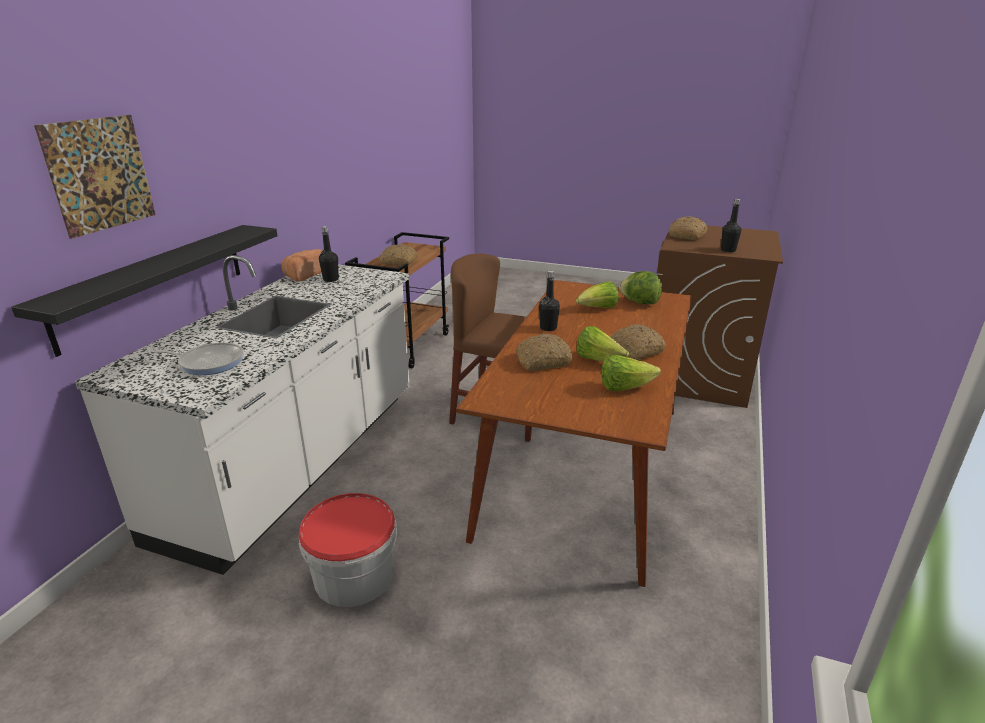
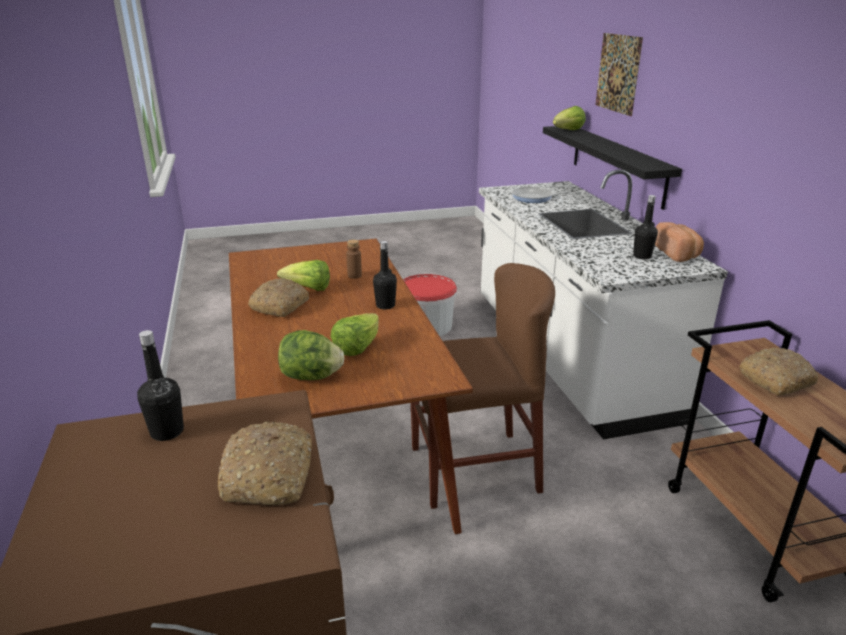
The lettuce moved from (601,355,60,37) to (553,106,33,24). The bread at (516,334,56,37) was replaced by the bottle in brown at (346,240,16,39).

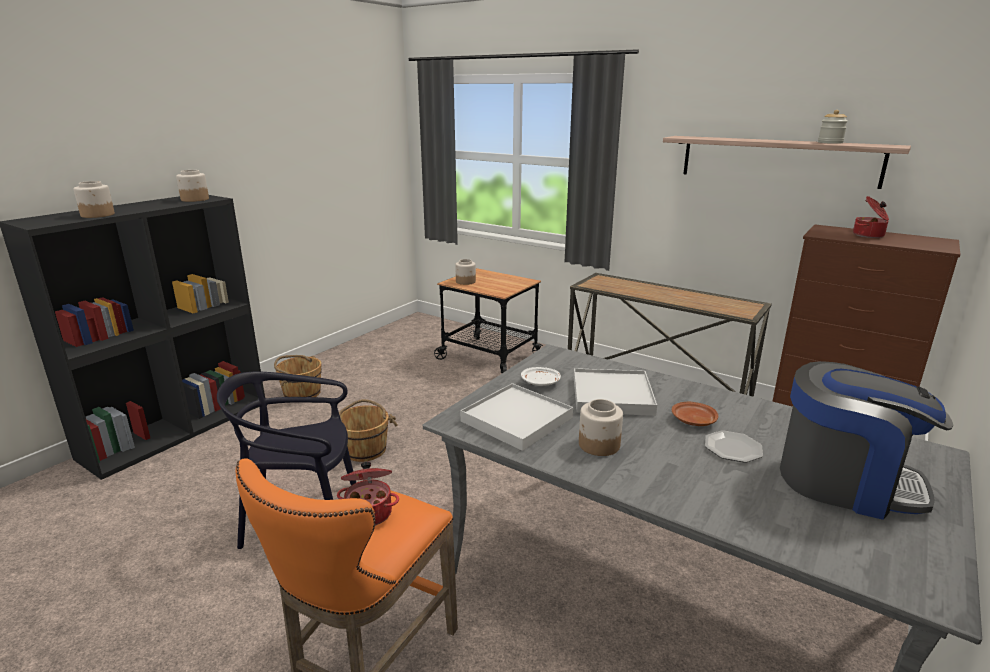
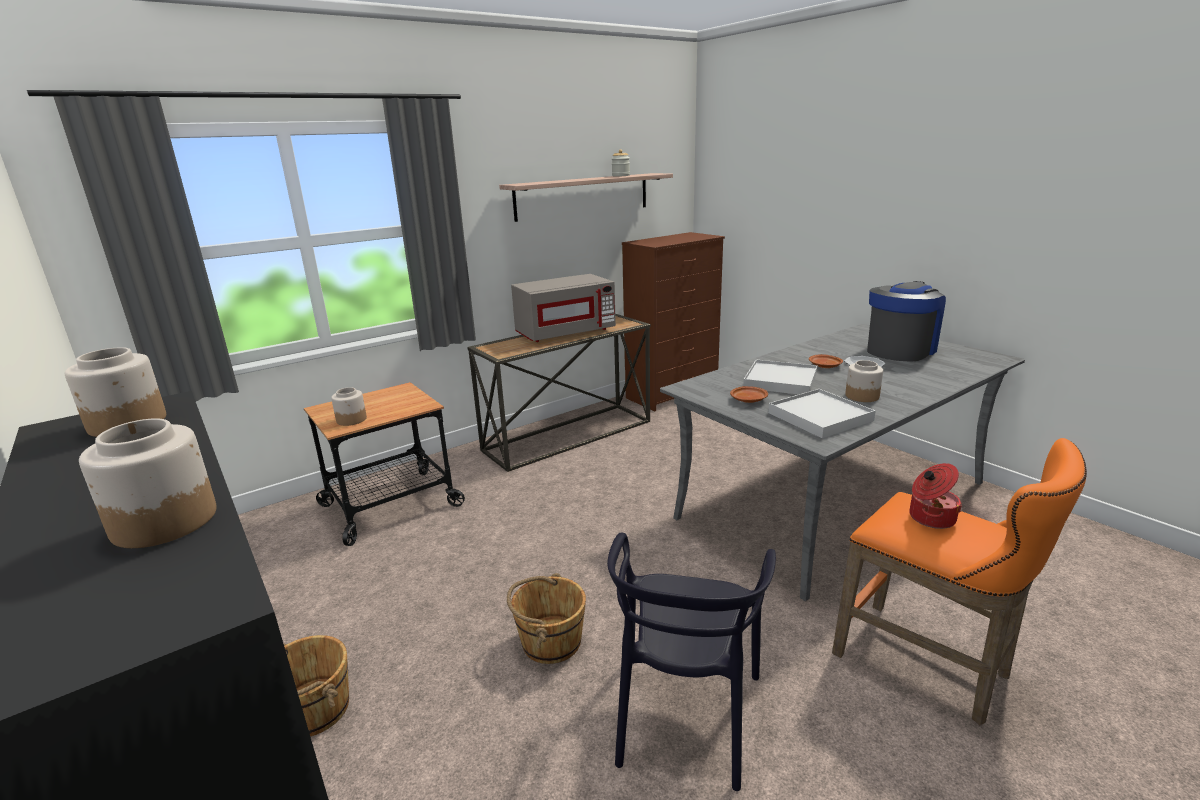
The cooking pot at (853,196,36,42) disappeared. The microwave in grey at (511,274,105,68) appeared. The plate in white at (521,367,40,19) became the plate in brown at (730,386,38,17).

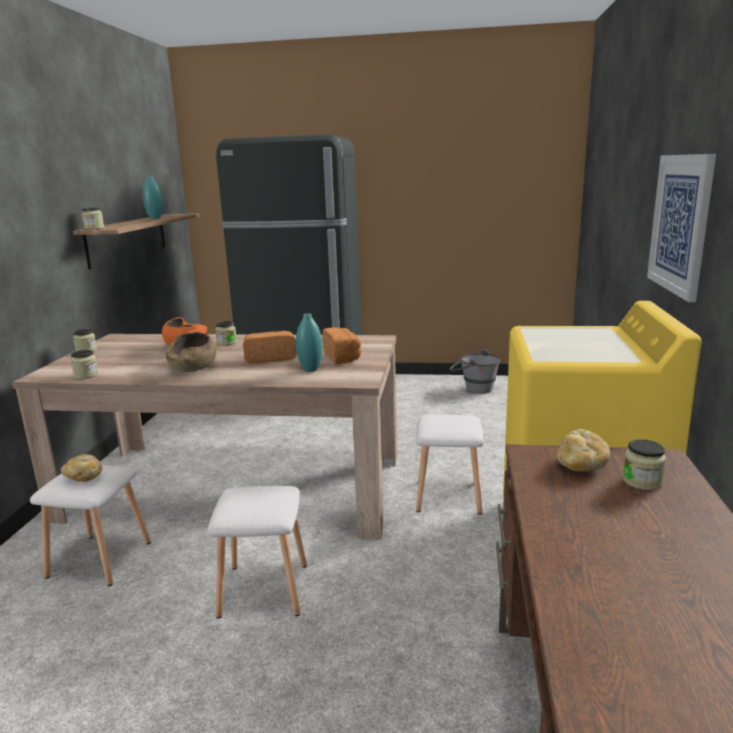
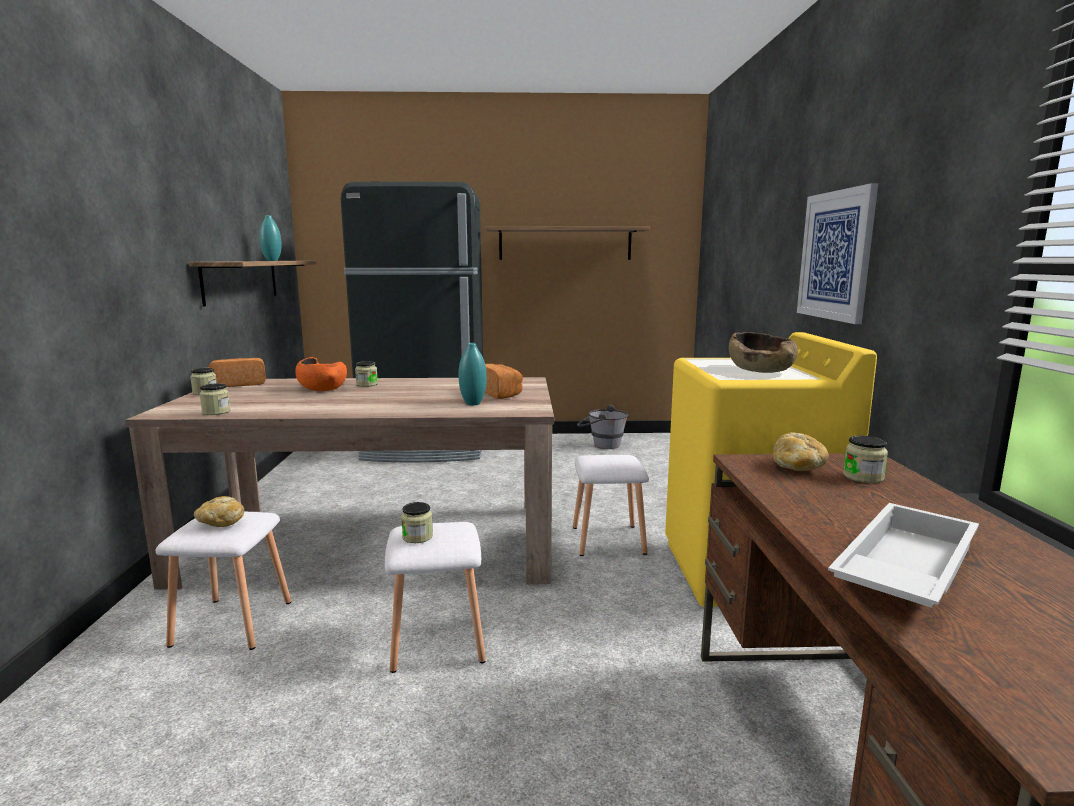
The shelf at (486,227,164,33) appeared. The tray in white at (828,503,151,104) appeared. The jar moved from (82,207,22,23) to (401,502,32,41). The bowl in brown moved from (166,332,51,40) to (729,332,69,41). The bread moved from (243,331,54,33) to (208,358,58,29).

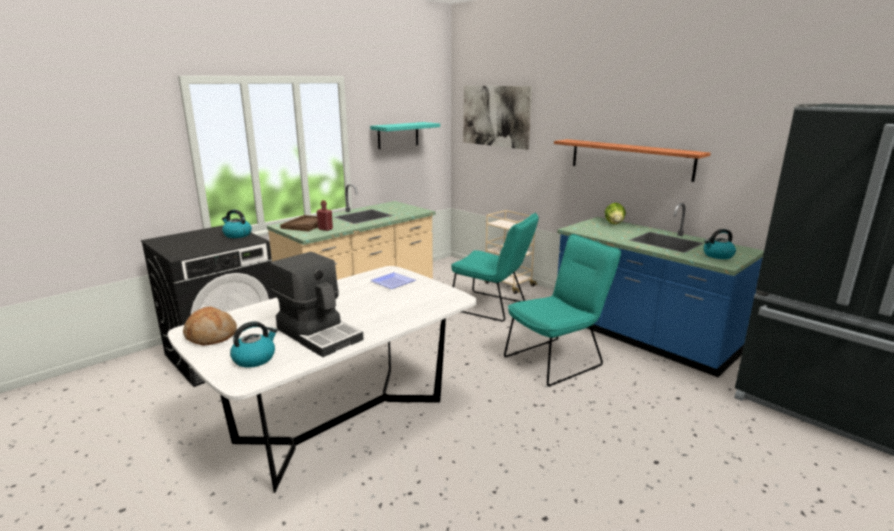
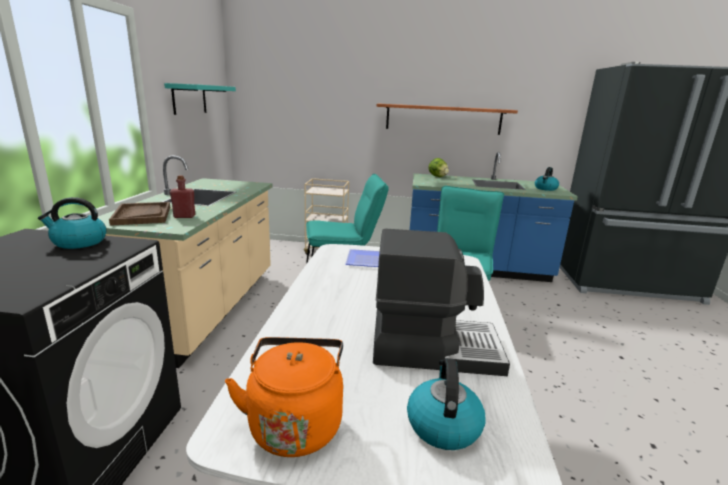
The picture at (463,86,69,64) disappeared. The bread at (183,307,54,38) was replaced by the kettle in orange at (225,337,118,120).

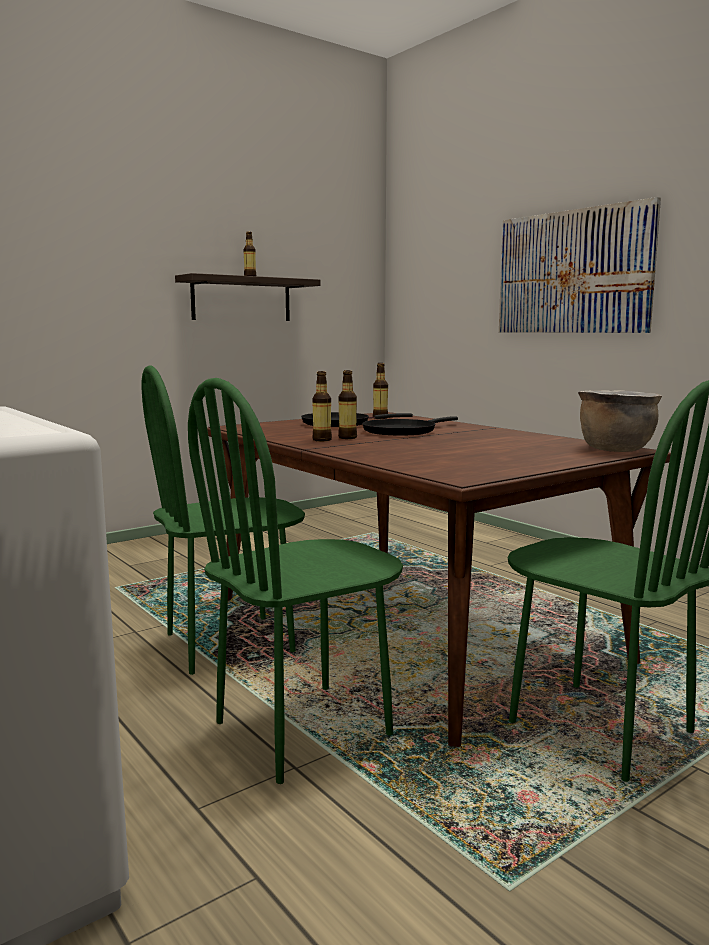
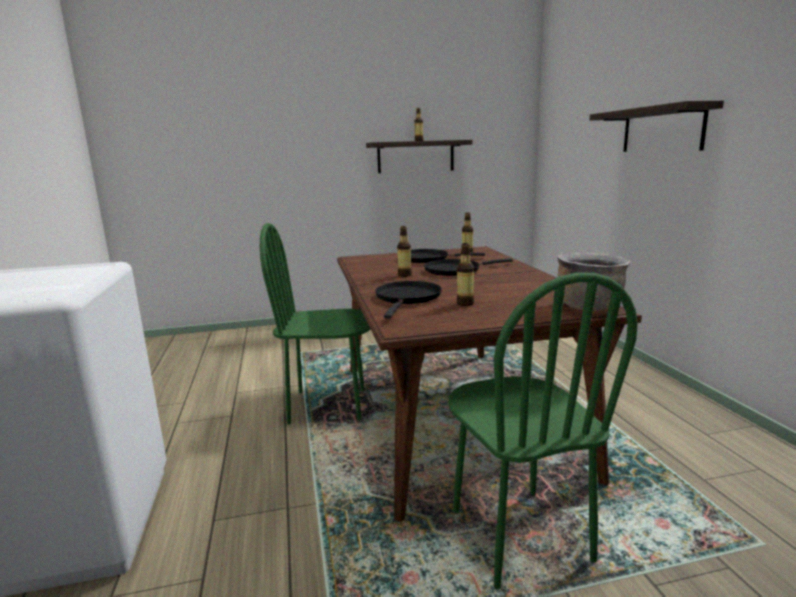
The chair in green at (188,378,215,406) disappeared. The frying pan in black at (375,281,67,37) appeared. The bottle moved from (312,371,20,70) to (457,243,17,63). The picture at (499,197,162,136) was replaced by the shelf at (589,100,135,52).

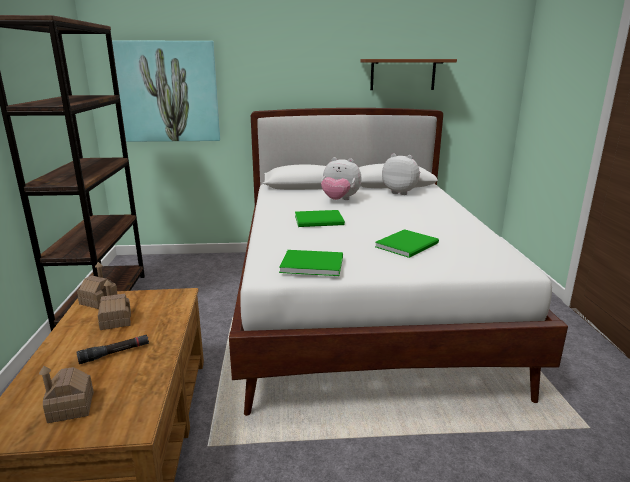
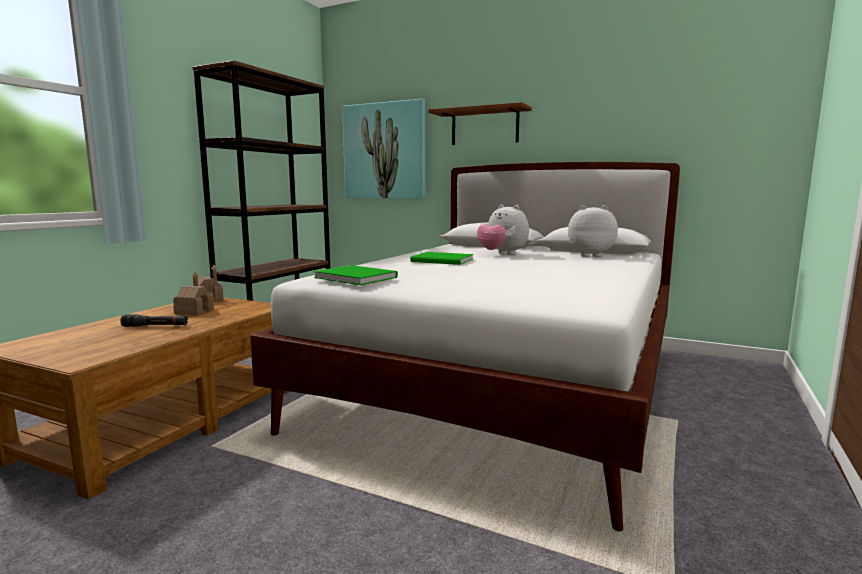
The toy house at (39,366,55,57) disappeared. The book in green at (375,229,64,29) disappeared. The shelf in brown moved from (360,59,97,31) to (428,102,104,43). The plush toy at (382,153,38,42) turned 45 degrees counterclockwise.

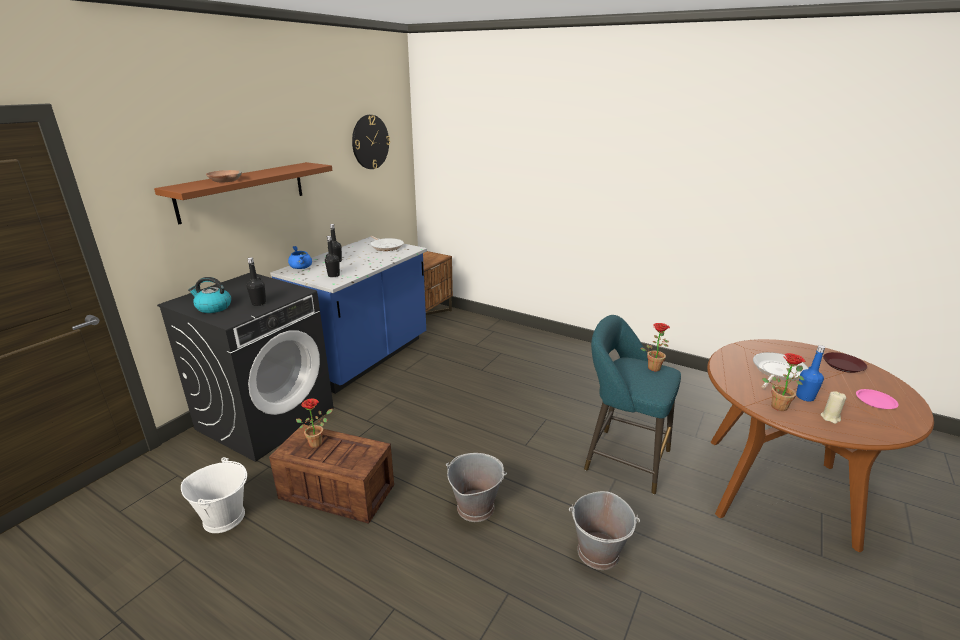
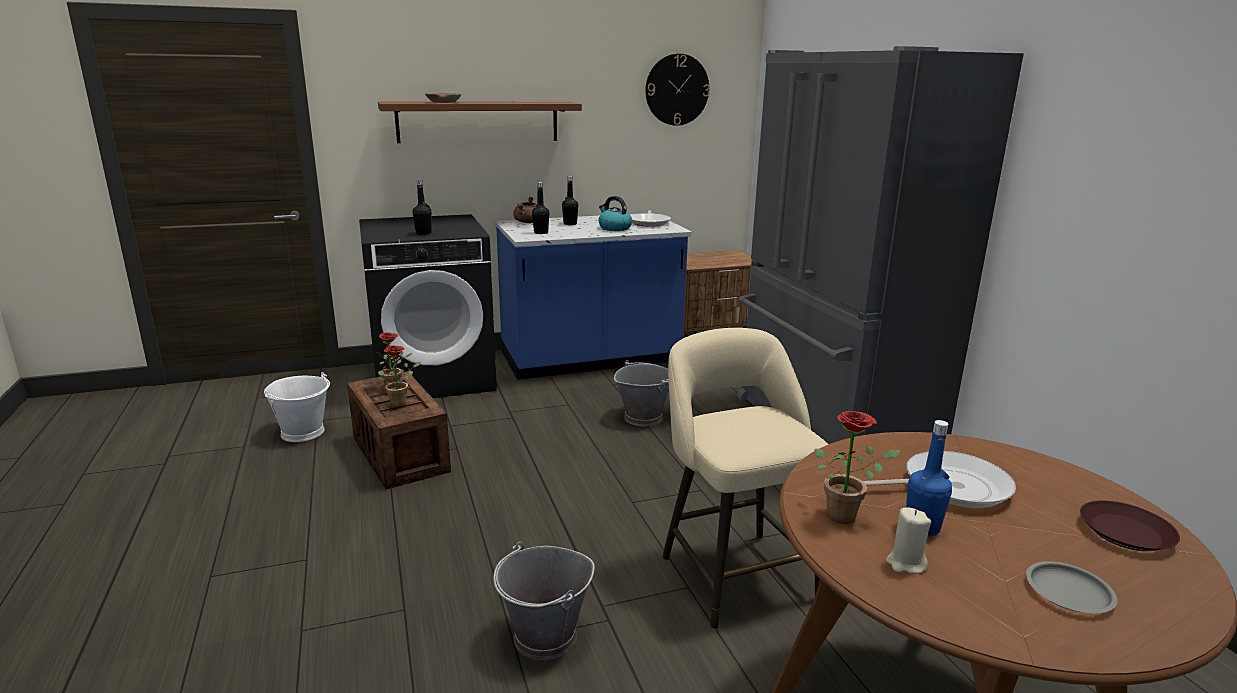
The fridge in grey at (737,46,287,398) appeared. The kettle moved from (188,277,43,36) to (598,196,34,35). The bucket in grey moved from (446,453,61,69) to (614,360,55,66). The potted plant moved from (641,323,29,48) to (378,345,43,62). The cooking pot in blue at (288,246,24,23) became the cooking pot in brown at (513,197,23,26). The stool in turquoise at (584,315,97,180) became the stool in beige at (662,328,167,302). The plate in pink at (856,389,43,20) became the plate in grey at (1026,561,92,52).

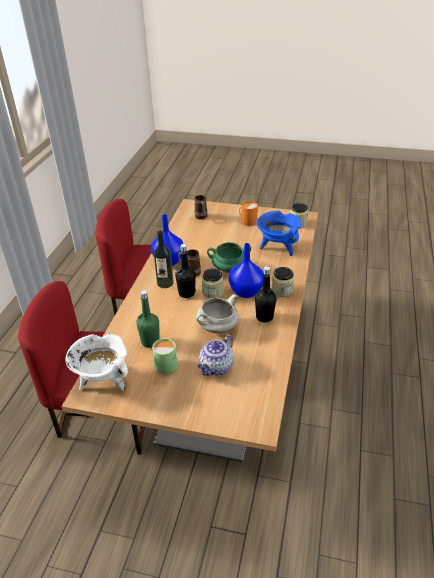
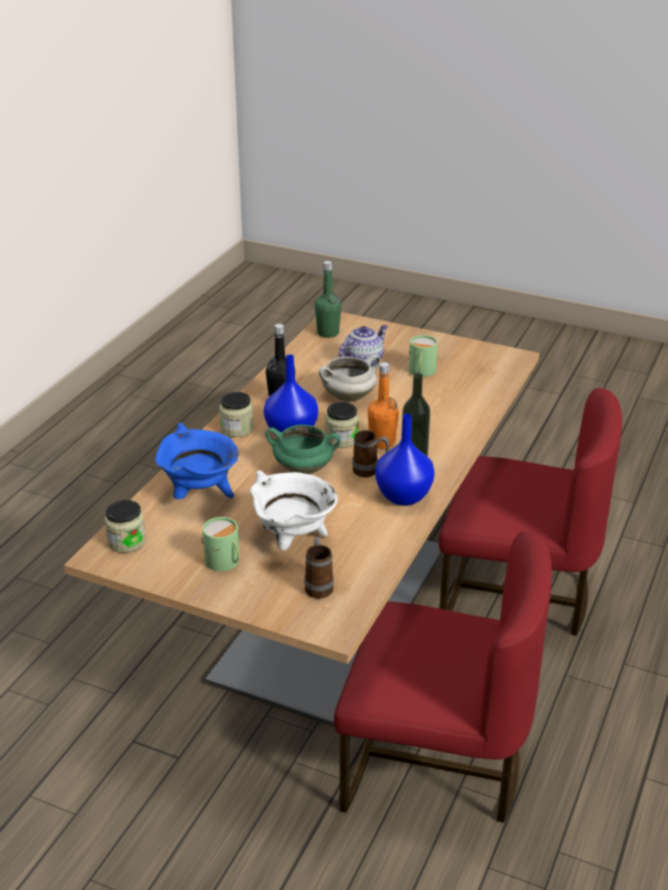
The cooking pot in white moved from (65,333,63,58) to (250,470,88,80). The bottle in green moved from (136,290,23,58) to (315,261,26,77). The bottle in black at (175,244,21,54) became the bottle in orange at (367,362,32,87). The mug in orange at (239,201,19,25) became the mug in green at (202,517,38,54).

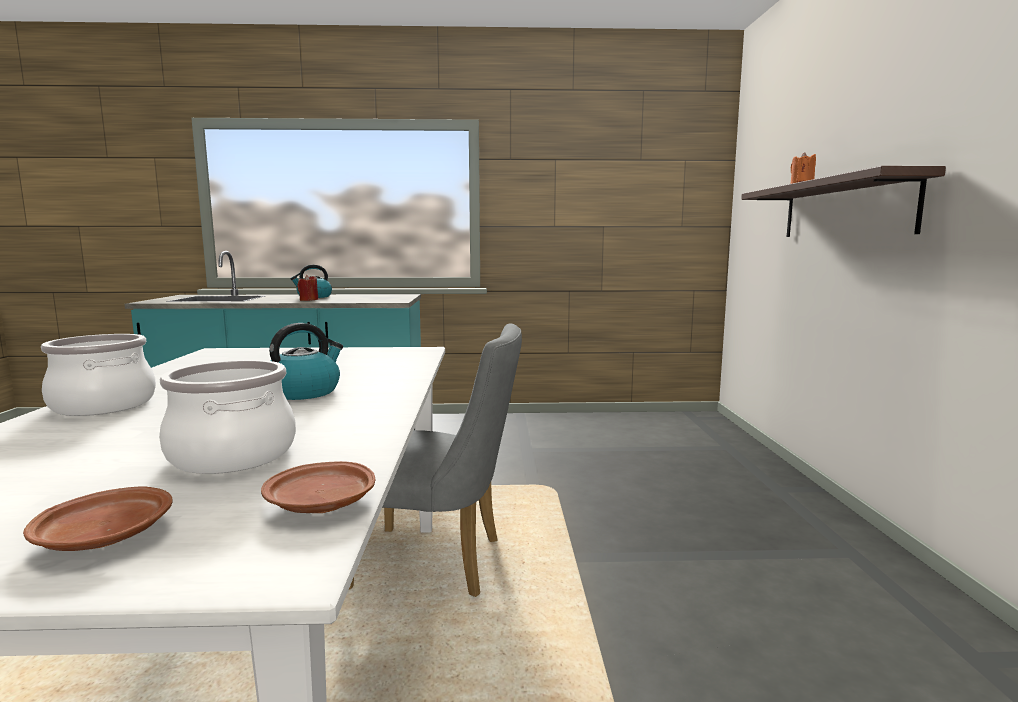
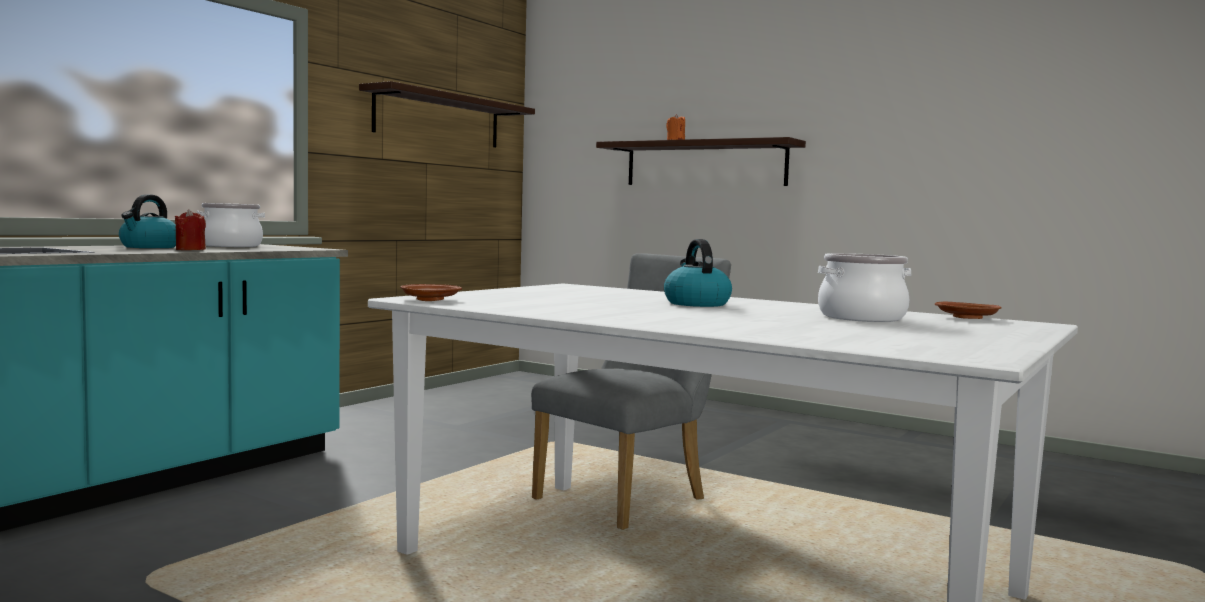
The shelf at (359,81,176,66) appeared. The plate in brown moved from (23,487,150,64) to (400,284,62,17). The cooking pot moved from (41,334,115,82) to (197,203,68,44).

